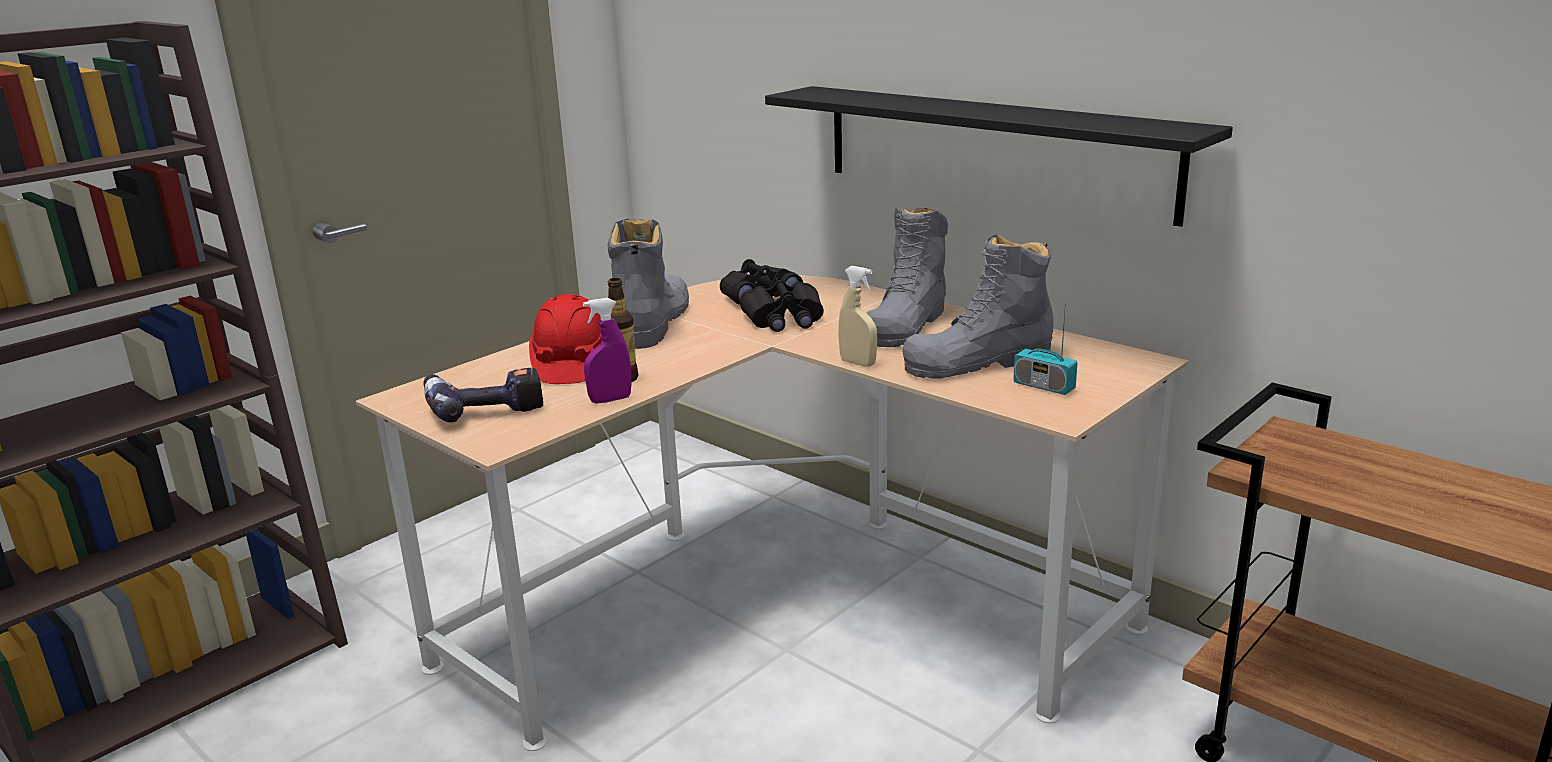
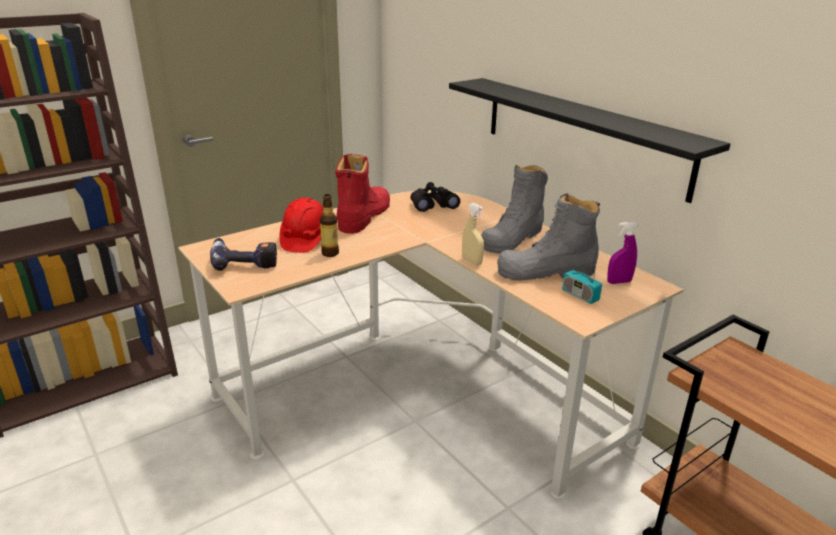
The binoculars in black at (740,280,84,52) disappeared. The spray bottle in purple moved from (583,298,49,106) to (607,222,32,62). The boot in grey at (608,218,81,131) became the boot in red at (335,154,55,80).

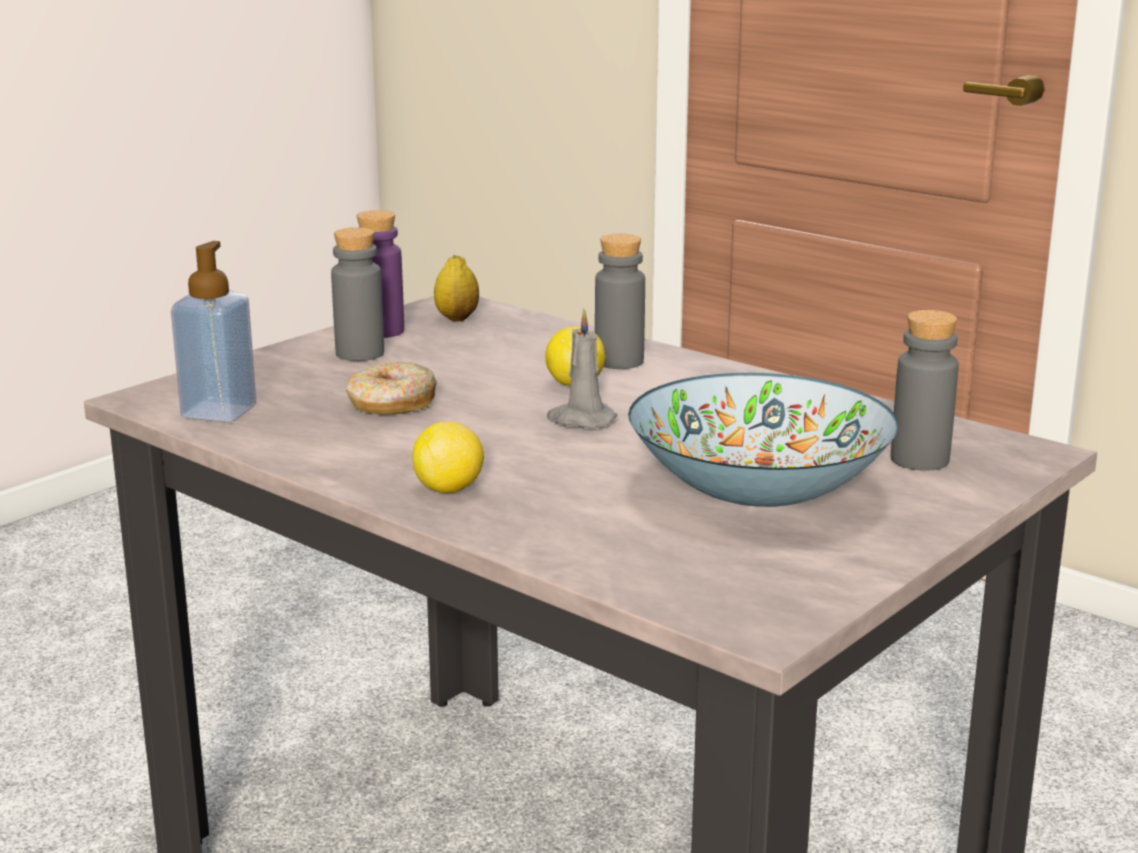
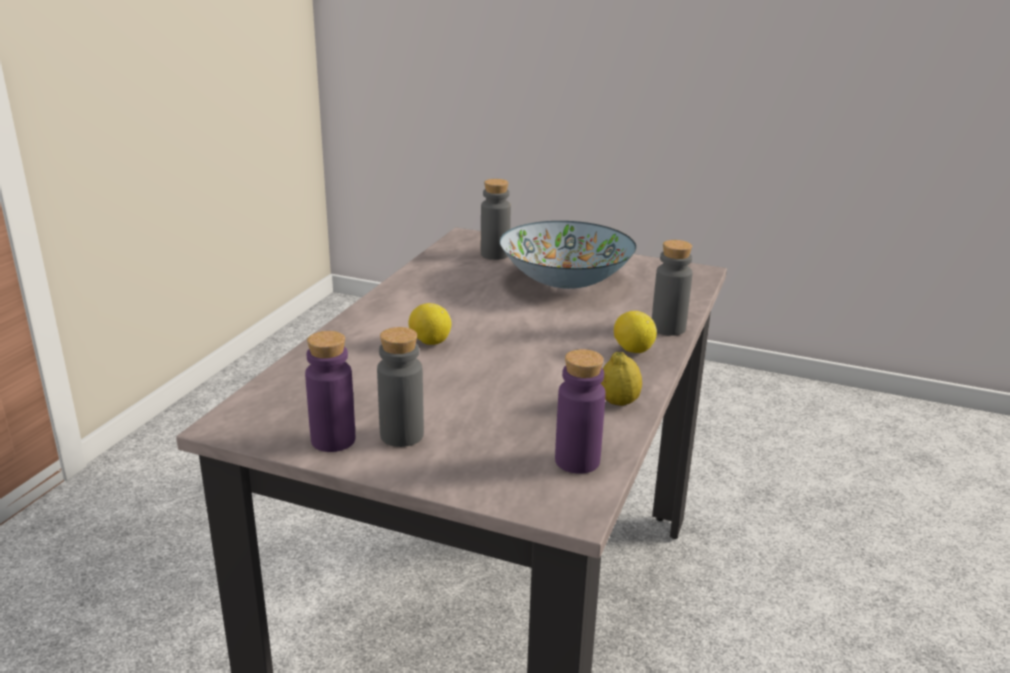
The donut at (346,362,91,53) disappeared. The candle in grey at (547,309,70,119) disappeared. The lemon moved from (434,255,45,66) to (600,352,42,54). The bottle in grey moved from (595,234,50,135) to (652,240,41,96). The soap dispenser at (171,241,85,181) was replaced by the bottle in purple at (555,349,51,125).

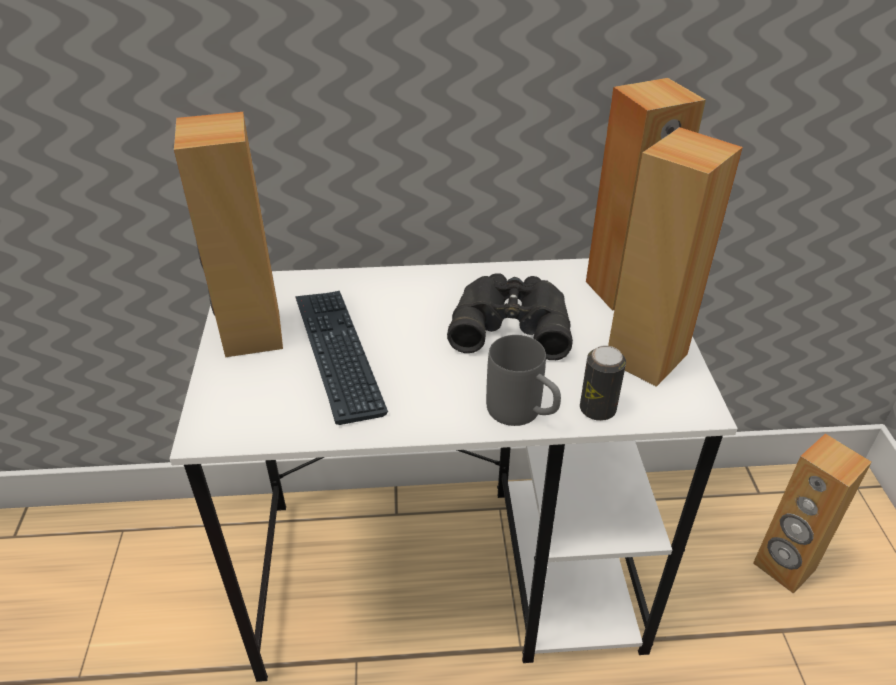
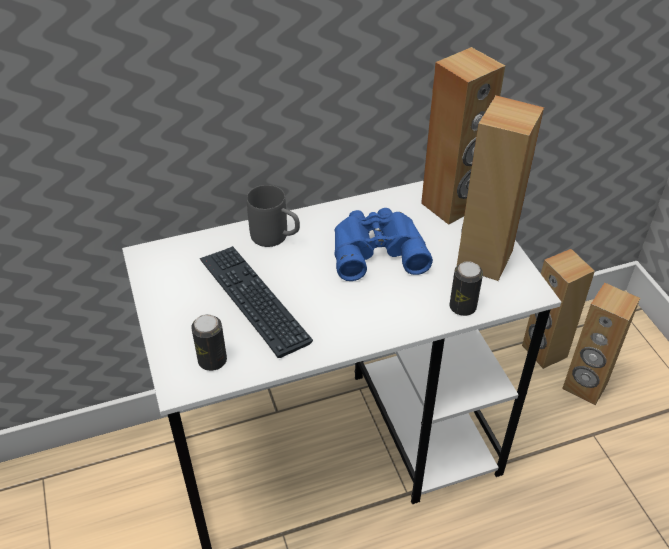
The can at (191,314,36,57) appeared. The speaker in brown moved from (174,112,109,245) to (522,249,73,120). The mug in grey moved from (486,335,75,91) to (247,185,53,62). The binoculars in black at (447,273,126,87) became the binoculars in blue at (334,208,99,73).

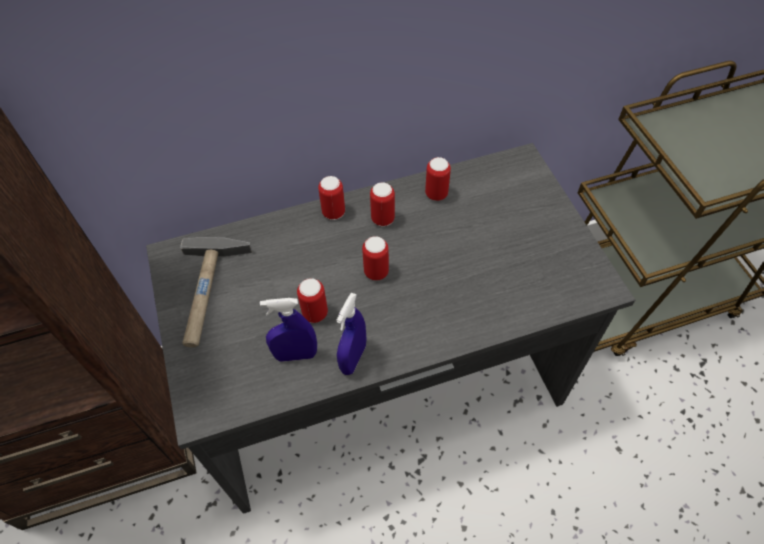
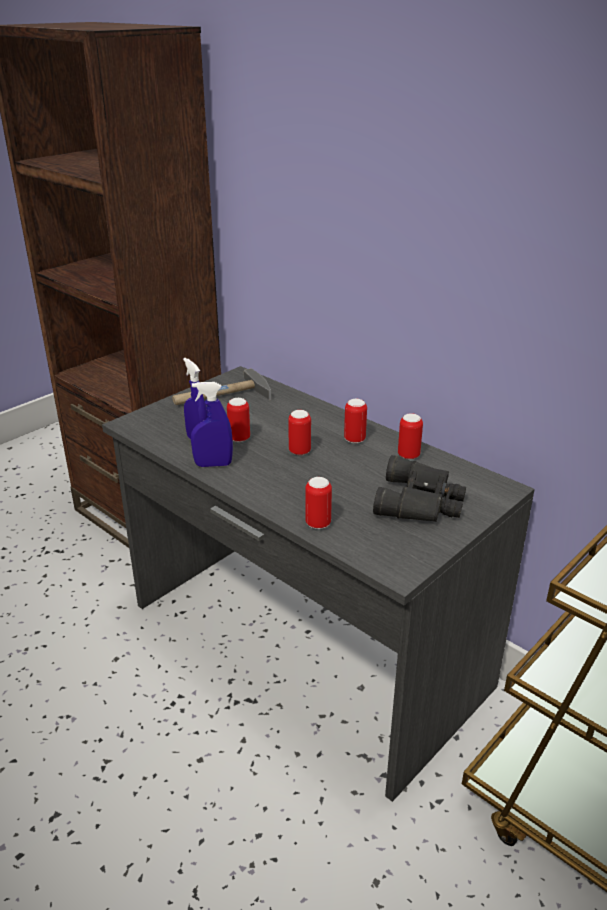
The binoculars in black at (373,455,93,67) appeared. The can moved from (318,176,27,44) to (305,477,27,52).

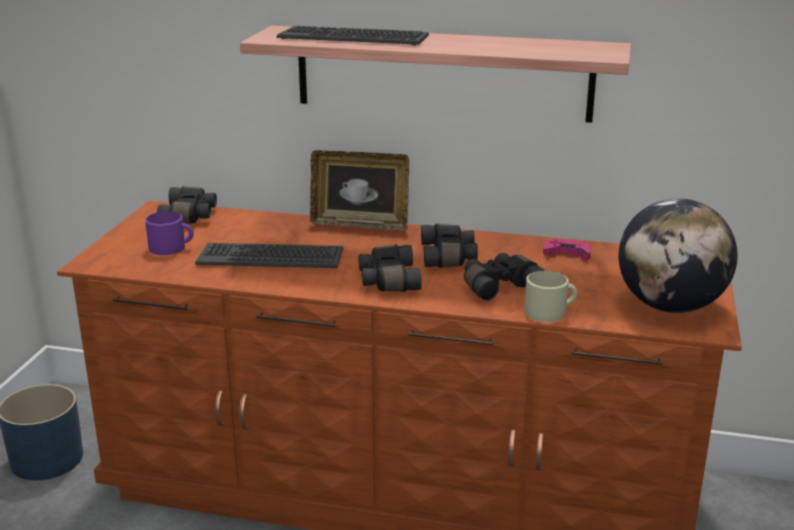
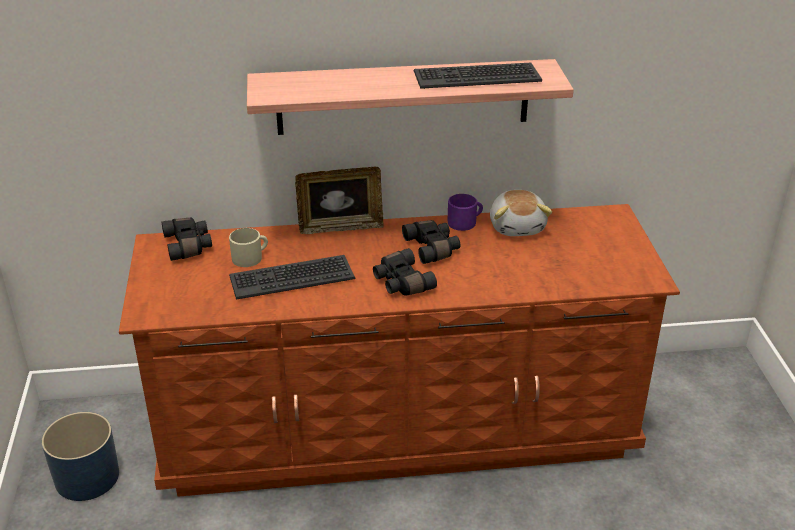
The binoculars in black at (464,253,81,48) disappeared. The globe at (619,198,119,115) disappeared. The mug in purple moved from (145,211,49,44) to (448,194,35,37). The keyboard moved from (277,26,152,20) to (414,63,128,26). The mug in beige moved from (525,271,52,51) to (229,228,39,39). The game controller in pink at (543,239,48,21) was replaced by the plush toy at (490,190,62,46).

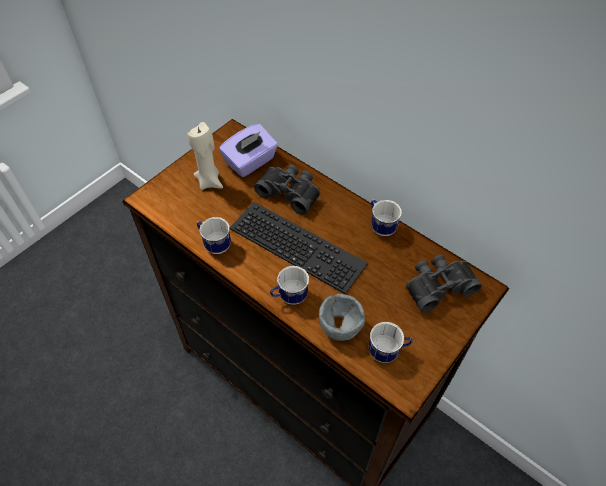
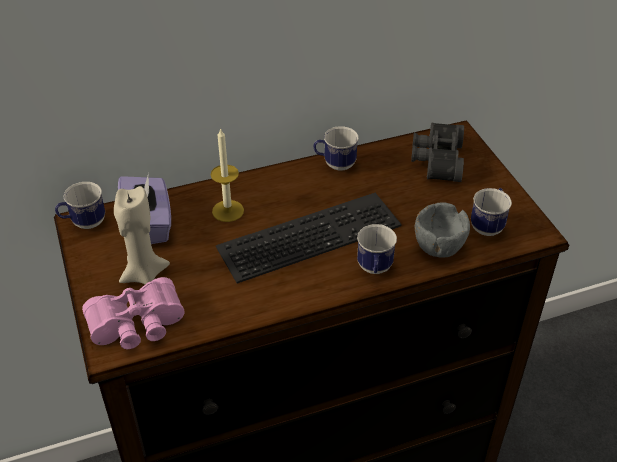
The binoculars in pink at (82,277,103,72) appeared. The mug moved from (197,217,34,37) to (55,182,50,47). The binoculars in black at (254,164,66,51) was replaced by the candle at (211,127,33,95).

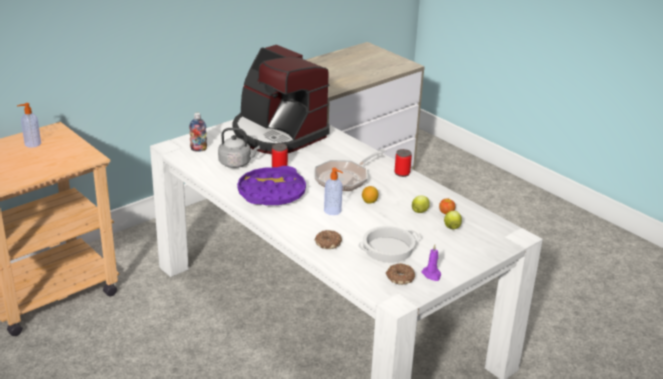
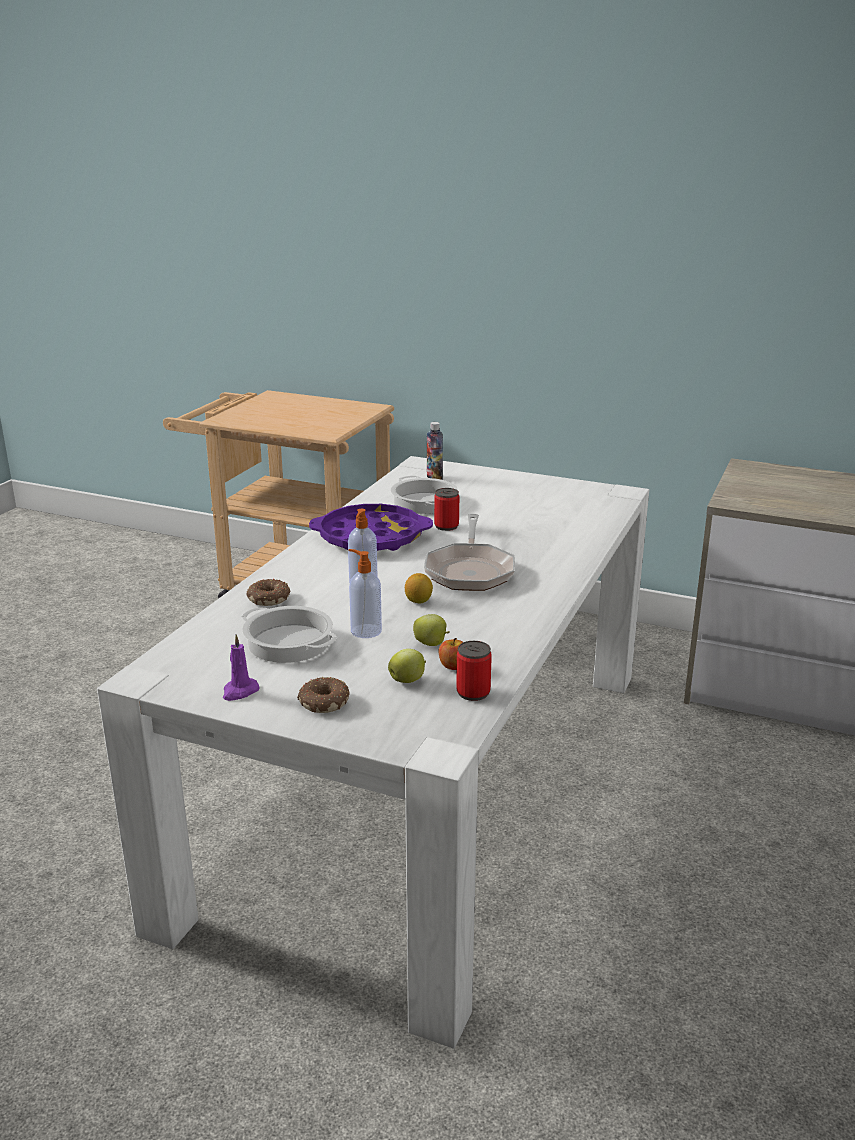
The coffee machine at (233,45,97,109) disappeared. The soap dispenser moved from (17,103,24,45) to (348,549,34,89). The donut moved from (386,263,29,22) to (297,677,53,36). The can moved from (394,149,18,28) to (456,641,36,60). The kettle in grey at (218,128,42,40) was replaced by the cooking pot at (391,476,67,38). The frying pan at (314,149,73,42) turned 105 degrees counterclockwise.

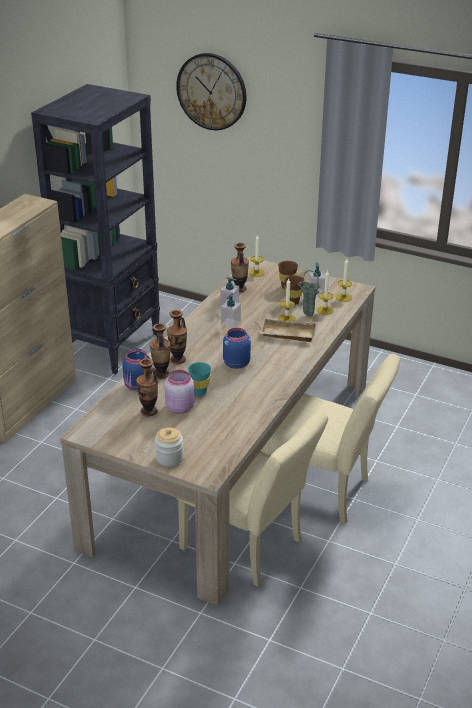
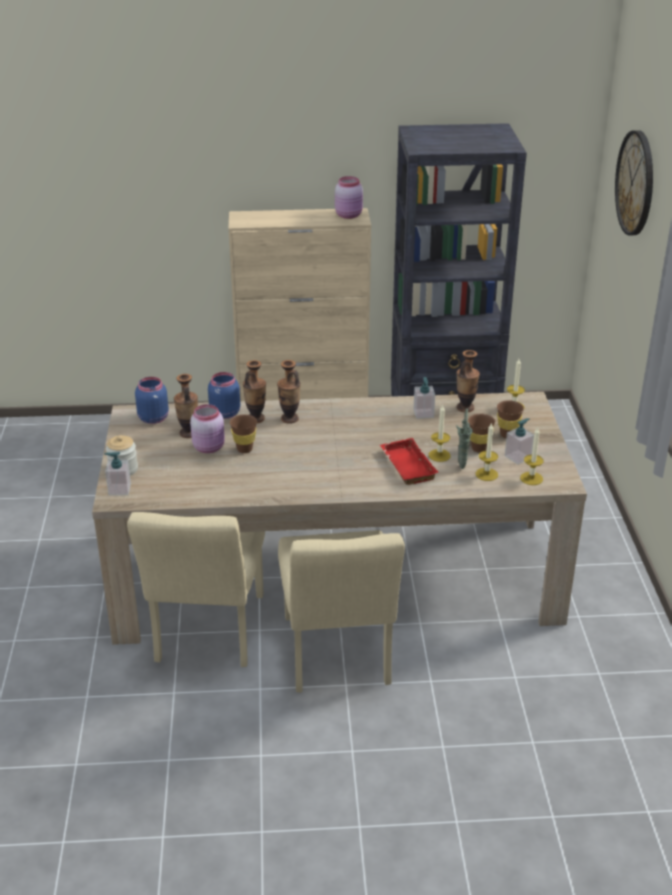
The jar in pink at (335,176,28,43) appeared. The soap dispenser moved from (221,293,20,35) to (104,452,27,44). The jar in blue moved from (223,328,28,41) to (135,377,34,47). The cup in turquoise at (187,362,24,34) became the cup in brown at (230,414,27,39). The tray in beige at (260,318,57,24) became the tray in red at (380,438,58,47).

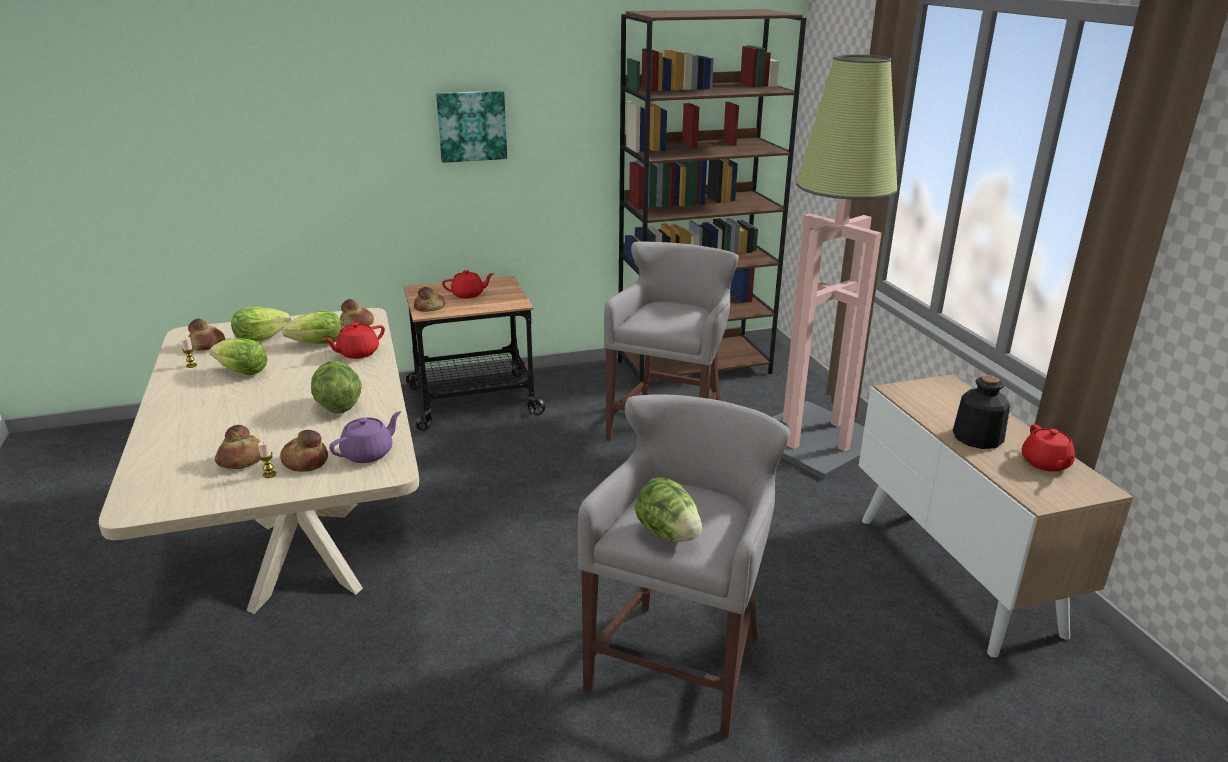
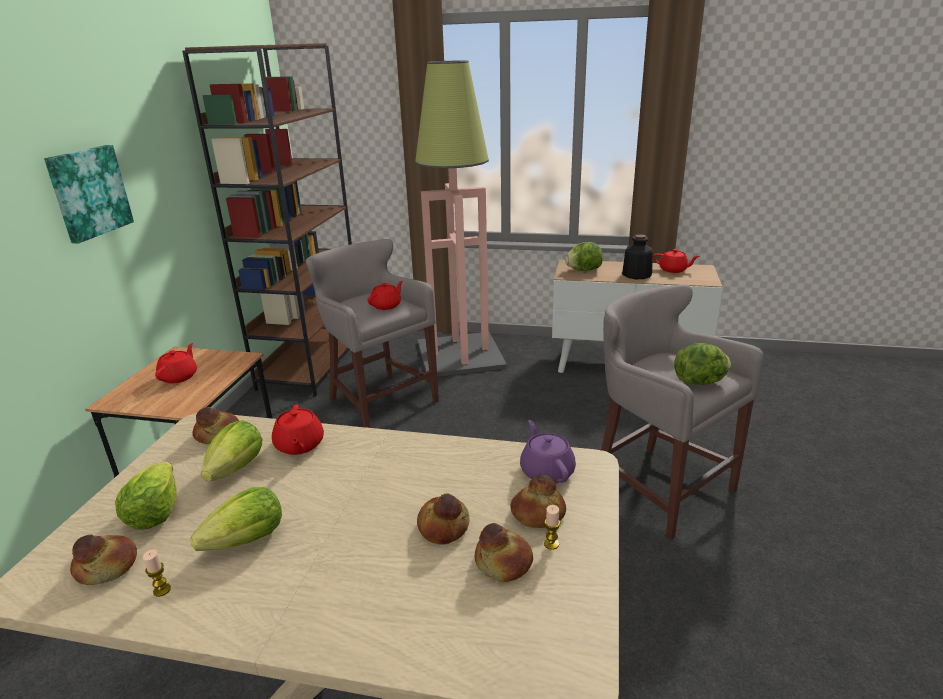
The teapot in red at (367,281,36,29) appeared. The lettuce moved from (311,361,51,52) to (565,242,38,29). The bread moved from (414,287,31,25) to (417,493,53,51).

